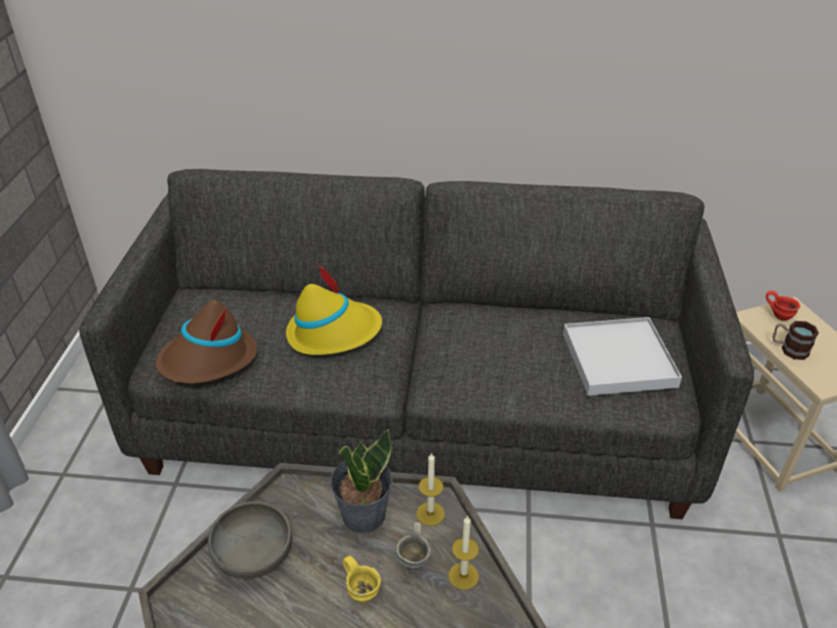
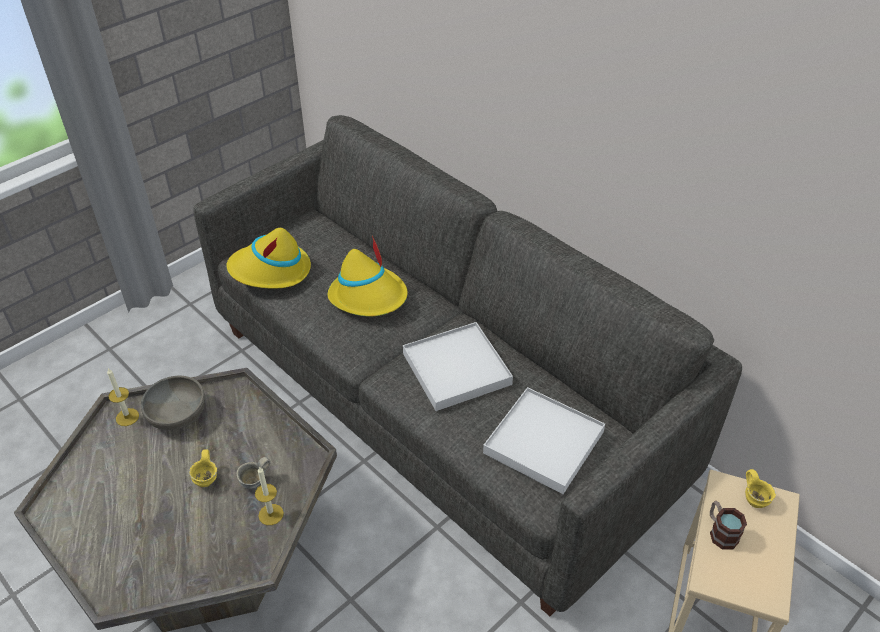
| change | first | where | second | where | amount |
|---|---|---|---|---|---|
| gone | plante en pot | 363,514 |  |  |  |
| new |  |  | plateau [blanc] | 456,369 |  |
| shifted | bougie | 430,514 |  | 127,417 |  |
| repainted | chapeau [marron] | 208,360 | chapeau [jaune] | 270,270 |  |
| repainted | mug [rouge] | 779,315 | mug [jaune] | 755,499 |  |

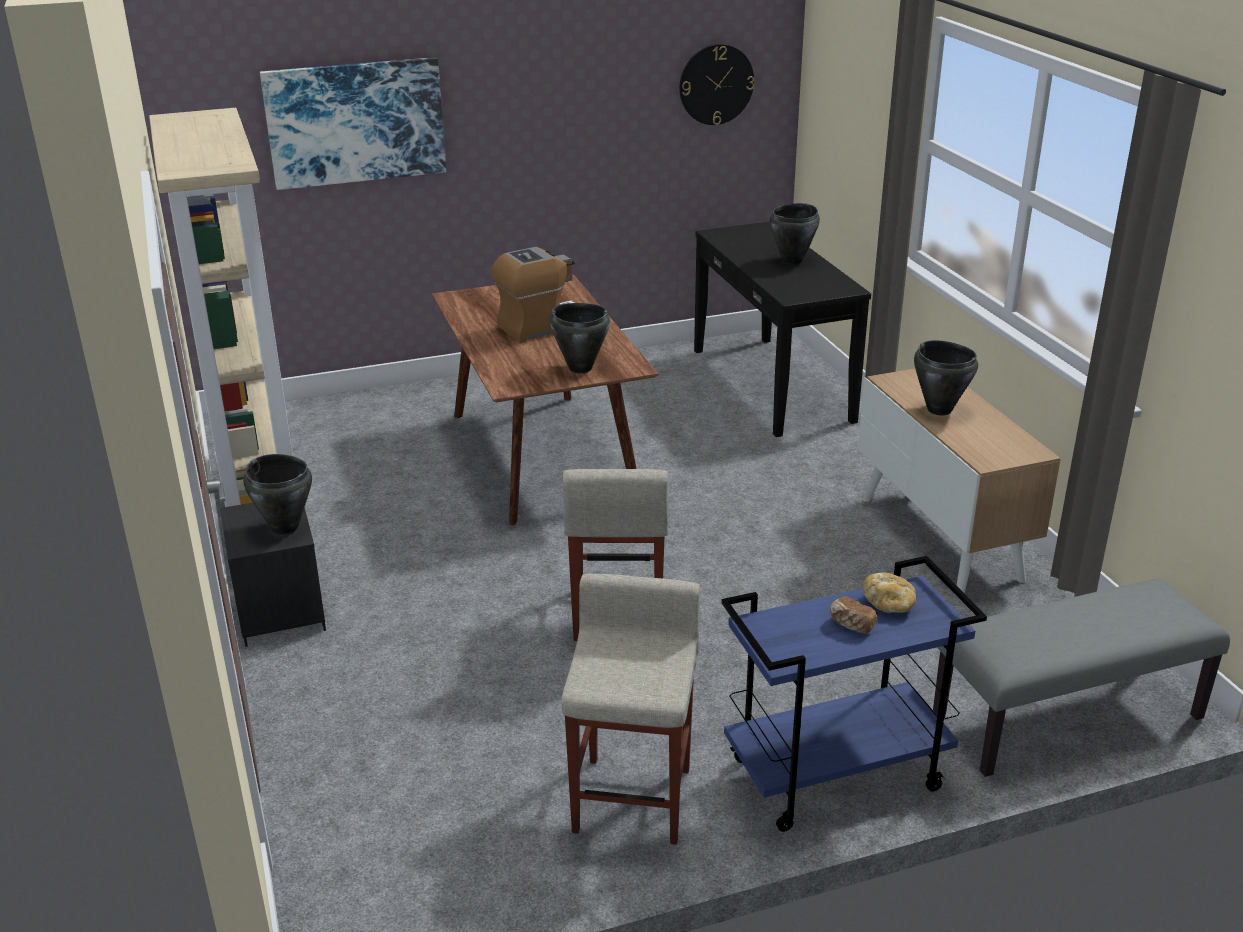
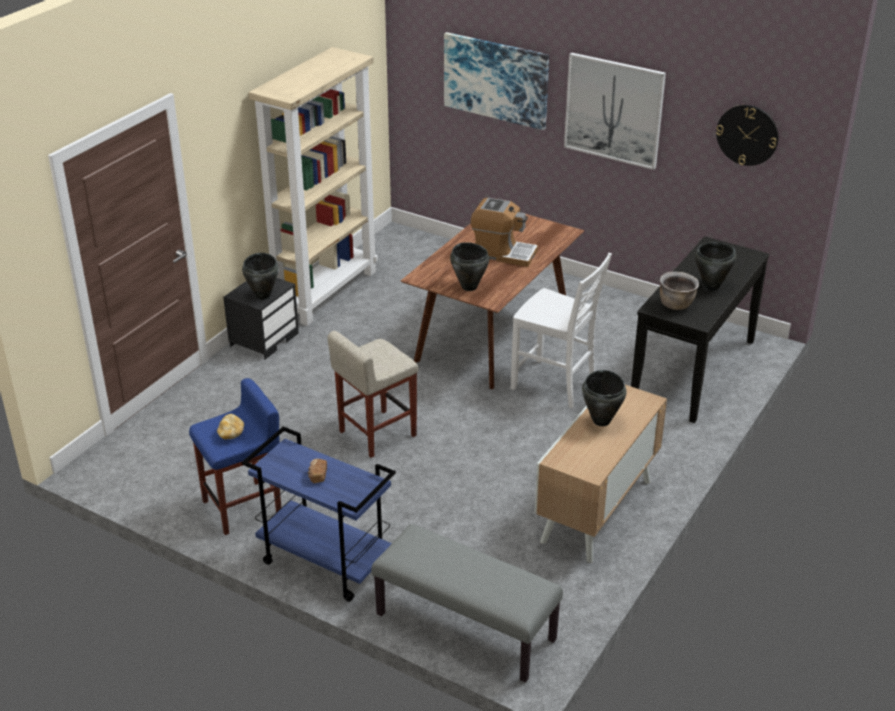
| change | first | where | second | where | amount |
|---|---|---|---|---|---|
| new |  |  | chaise [blanc] | 555,385 |  |
| new |  |  | tableau | 614,110 |  |
| new |  |  | marmite [marron] | 676,305 |  |
| shifted | pain | 889,604 |  | 231,433 |  |
| repainted | tabouret [beige] | 633,797 | tabouret [bleu] | 243,507 |  |

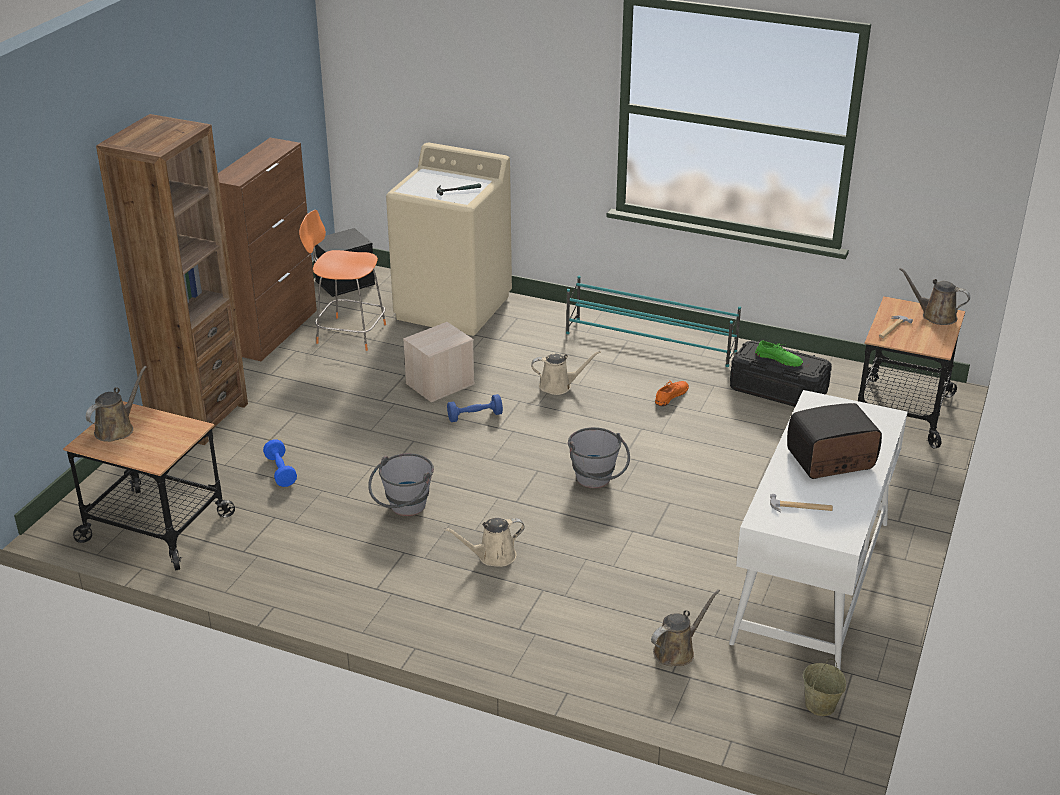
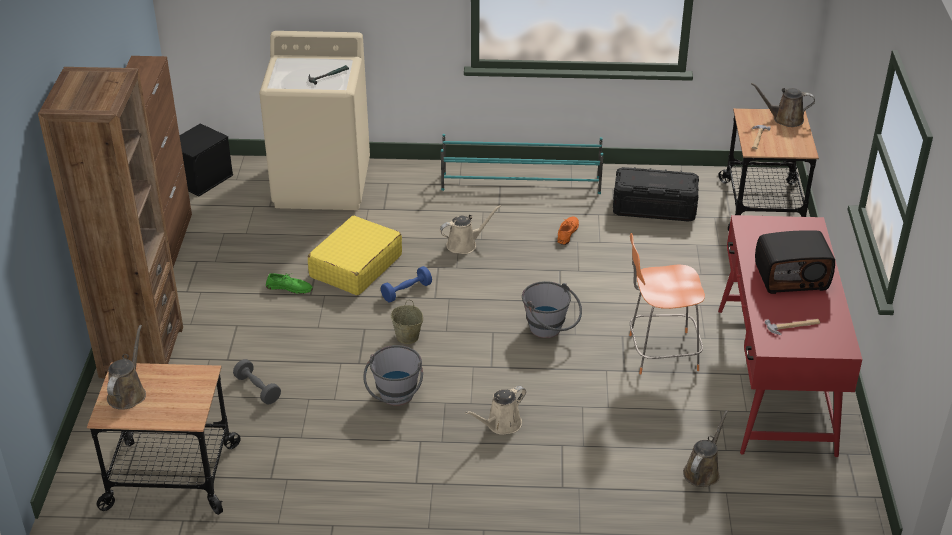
| change | first | where | second | where | amount |
|---|---|---|---|---|---|
| shifted | chaise [orange] | 348,333 |  | 660,352 |  |
| shifted | chaussure [vert] | 779,359 |  | 289,287 |  |
| shifted | seau [beige] | 820,705 |  | 408,337 |  |
| swapped | boîte de rangement [beige] | 439,384 | valise [jaune] | 355,266 |  |
| repainted | haltère [bleu] | 280,471 | haltère [gris] | 257,389 |  |
| repainted | bureau [blanc] | 811,581 | bureau [rouge] | 774,379 |  |
| rotated | radio | 830,460 |  | 791,277 | 150 degrees counterclockwise |

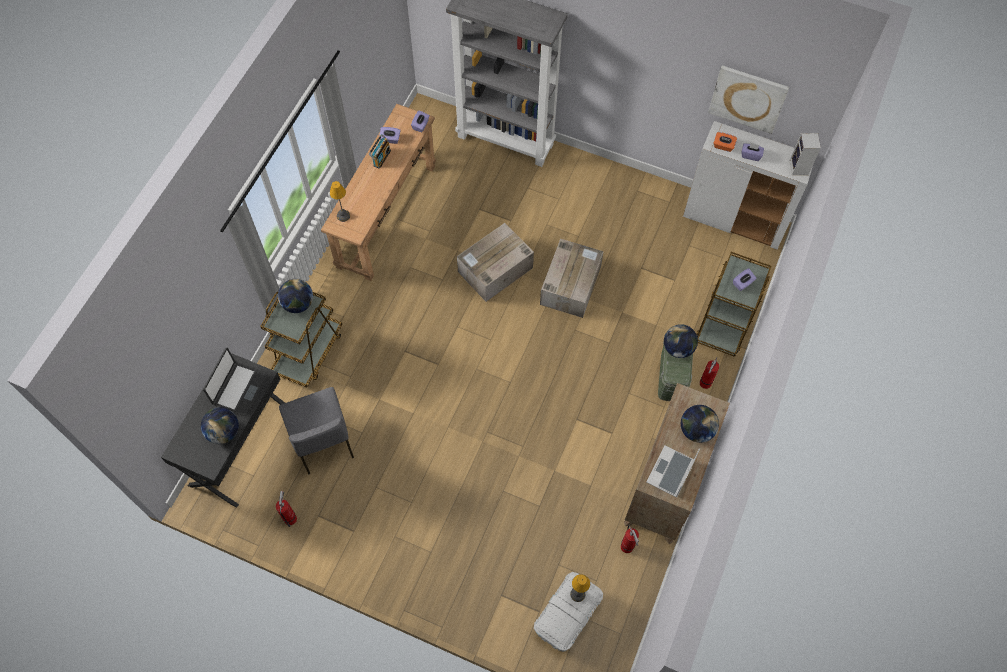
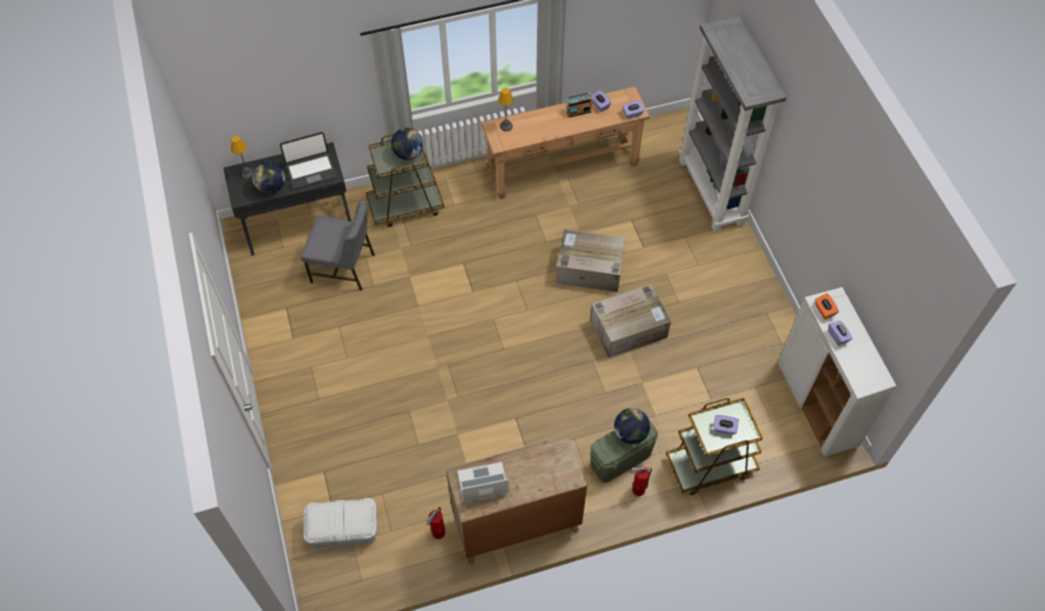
| change | first | where | second | where | amount |
|---|---|---|---|---|---|
| gone | extincteur | 290,517 |  |  |  |
| gone | globe | 696,430 |  |  |  |
| gone | tableau | 748,98 |  |  |  |
| gone | enceinte | 799,168 |  |  |  |
| shifted | lampe de table | 578,594 |  | 248,174 |  |
| rotated | chaise [gris] | 323,442 |  | 344,268 | 105 degrees counterclockwise |

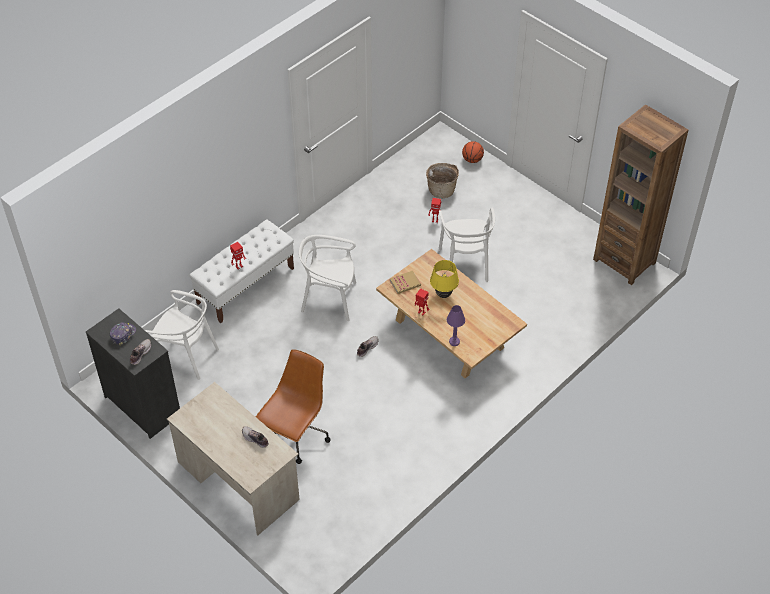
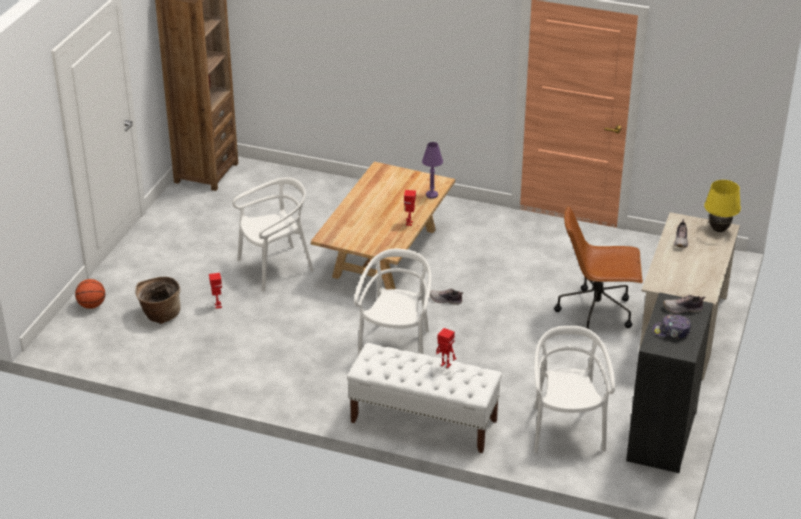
| change | first | where | second | where | amount |
|---|---|---|---|---|---|
| gone | livre | 405,283 |  |  |  |
| shifted | lampe de table [jaune] | 443,295 |  | 719,229 |  |
| rotated | chaise [blanc] | 329,299 |  | 396,347 | 150 degrees counterclockwise |

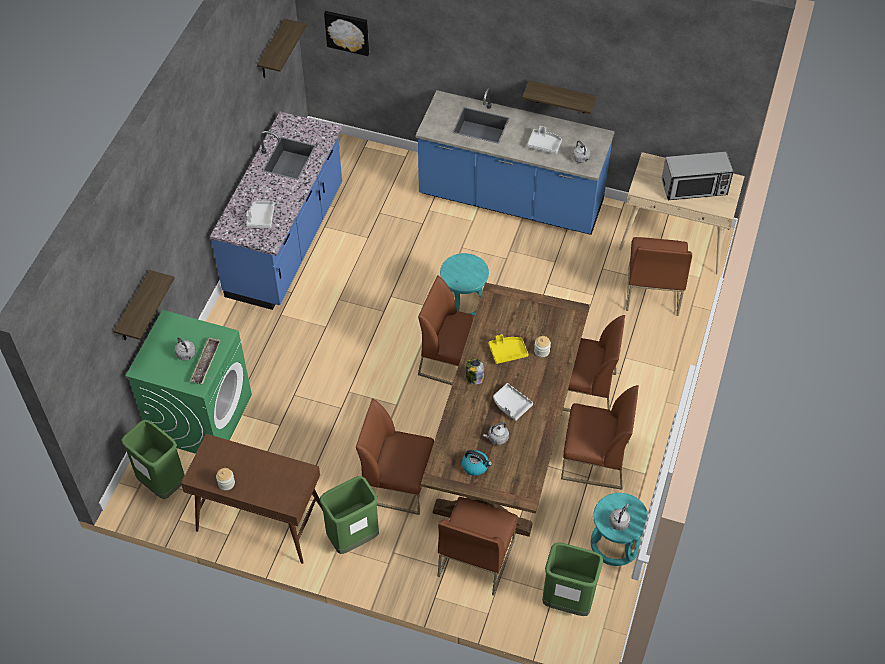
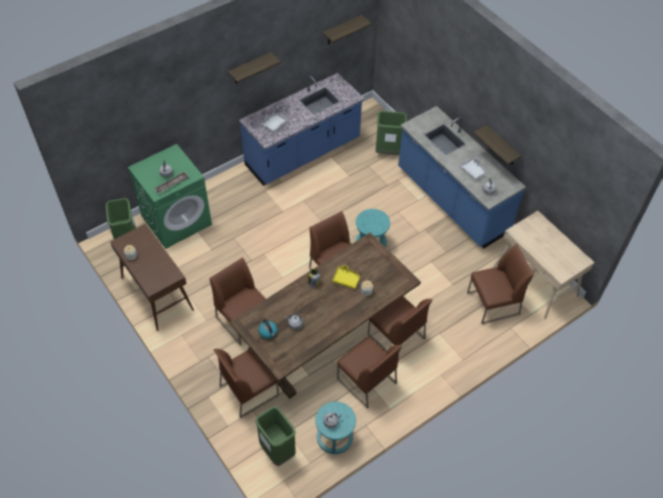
| change | first | where | second | where | amount |
|---|---|---|---|---|---|
| gone | tableau | 347,32 |  |  |  |
| gone | plateau [gris] | 511,405 |  |  |  |
| gone | micro-ondes | 694,187 |  |  |  |
| shifted | étagère | 134,309 |  | 250,68 |  |
| shifted | poubelle [vert] | 353,538 |  | 388,152 |  |
| rotated | chaise [marron] | 652,290 |  | 493,304 | 150 degrees counterclockwise |

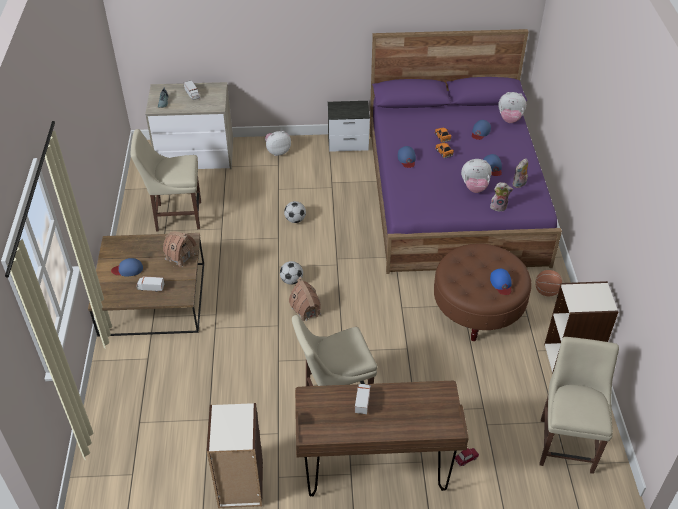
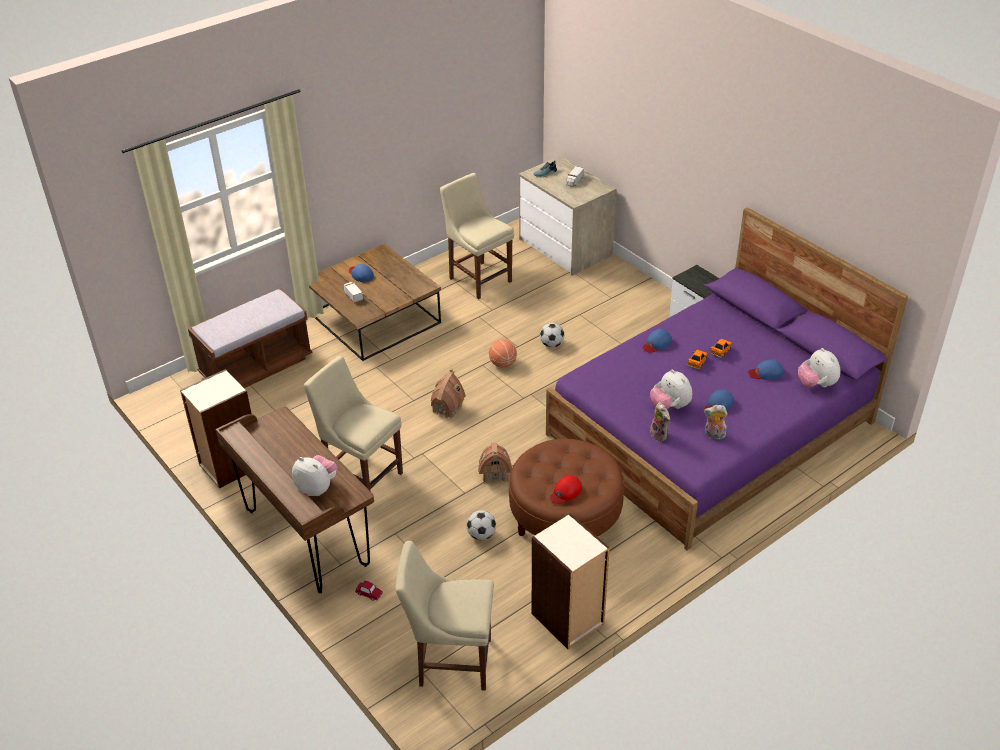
| change | first | where | second | where | amount |
|---|---|---|---|---|---|
| gone | camion jouet | 362,401 |  |  |  |
| new |  |  | banc [marron] | 256,367 |  |
| shifted | maison miniature | 180,256 |  | 495,473 |  |
| shifted | peluche | 277,151 |  | 317,488 |  |
| shifted | ballon de foot | 291,280 |  | 481,535 |  |
| shifted | ballon de basket | 546,291 |  | 503,364 |  |
| repainted | casquette [bleu] | 501,283 | casquette [rouge] | 565,492 |  |
| rotated | chaise [beige] | 566,442 |  | 451,661 | 150 degrees counterclockwise |

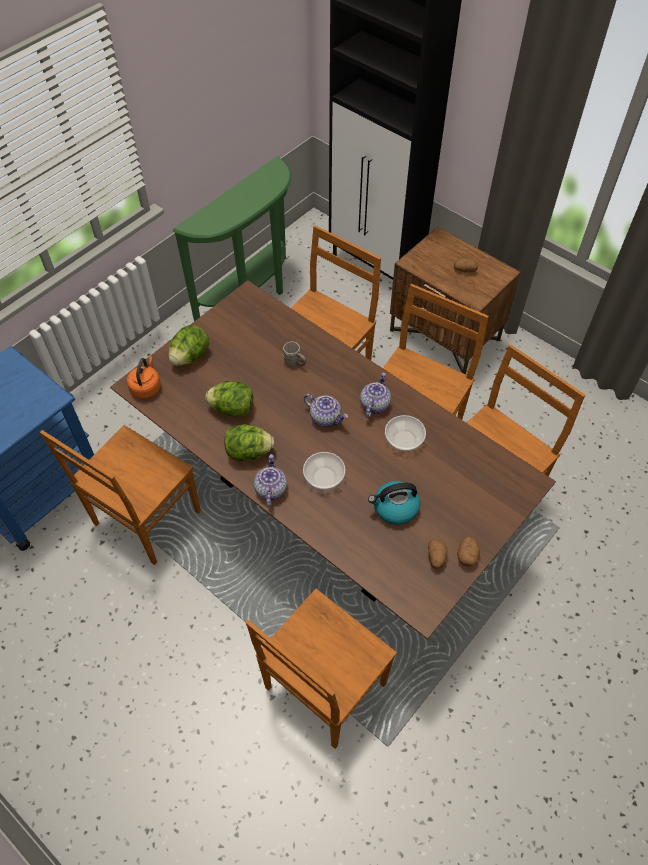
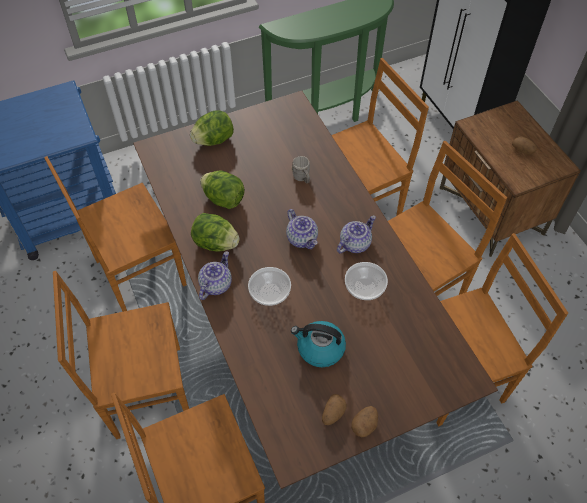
| change | first | where | second | where | amount |
|---|---|---|---|---|---|
| gone | bouilloire [orange] | 146,387 |  |  |  |
| new |  |  | chaise [marron] | 145,391 |  |

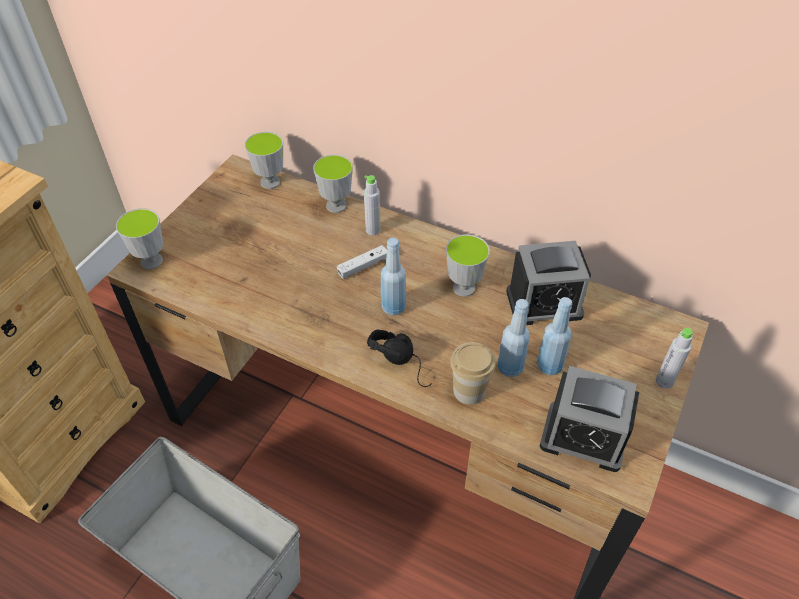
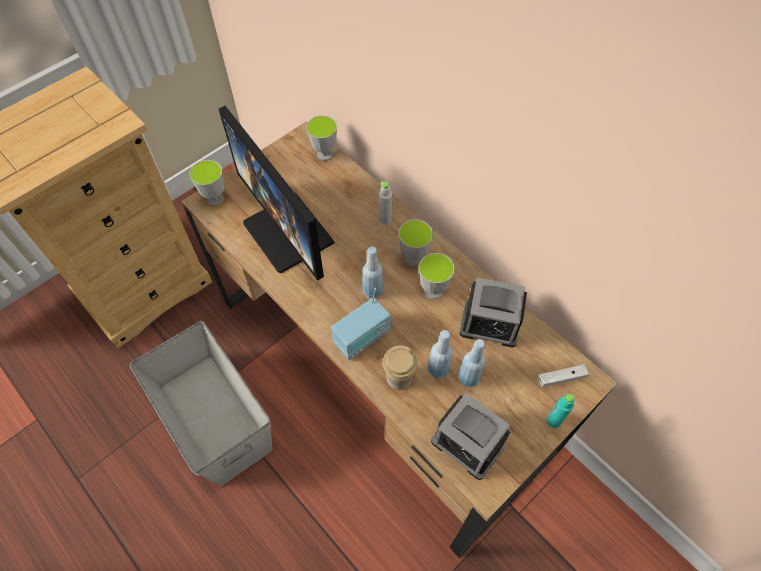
| change | first | where | second | where | amount |
|---|---|---|---|---|---|
| new |  |  | écran d'ordinateur | 289,233 |  |
| shifted | tasse | 336,206 |  | 413,258 |  |
| shifted | manette [blanc] | 363,266 |  | 561,378 |  |
| swapped | casque audio [noir] | 404,361 | radio | 362,338 |  |
| repainted | bouteille [gris] | 664,381 | bouteille [turquoise] | 553,421 |  |

